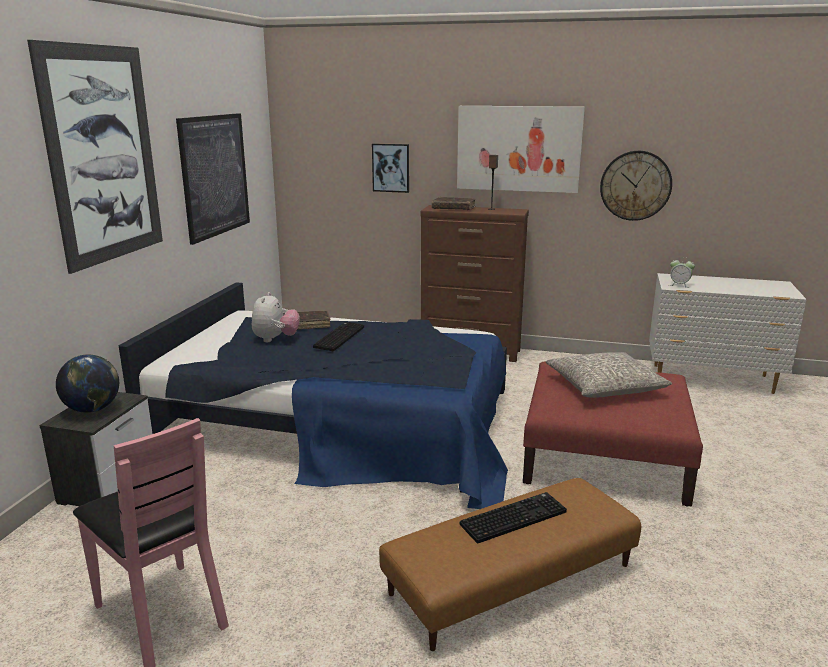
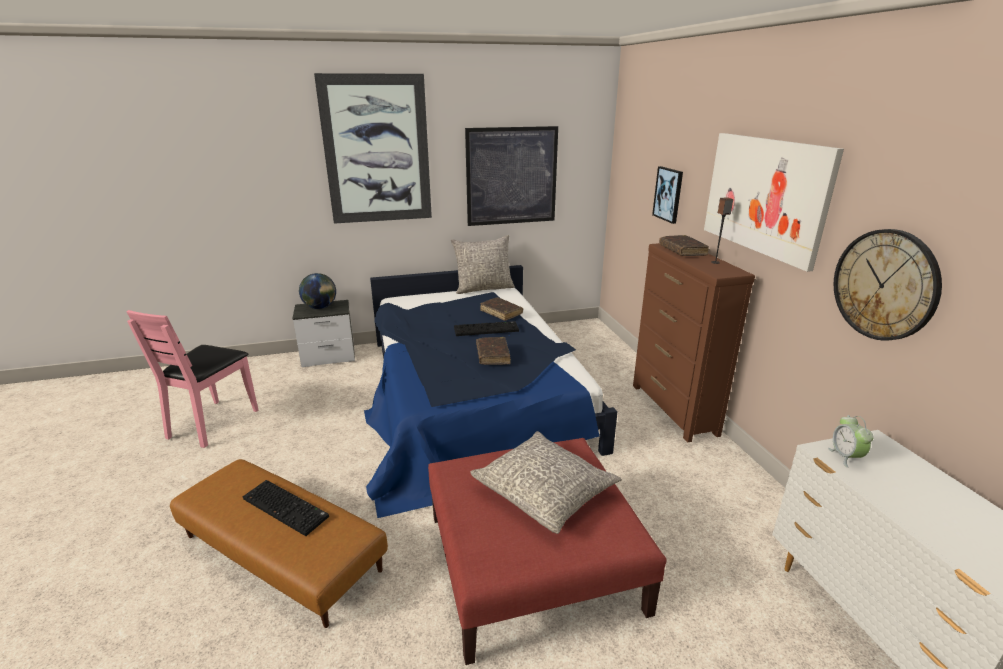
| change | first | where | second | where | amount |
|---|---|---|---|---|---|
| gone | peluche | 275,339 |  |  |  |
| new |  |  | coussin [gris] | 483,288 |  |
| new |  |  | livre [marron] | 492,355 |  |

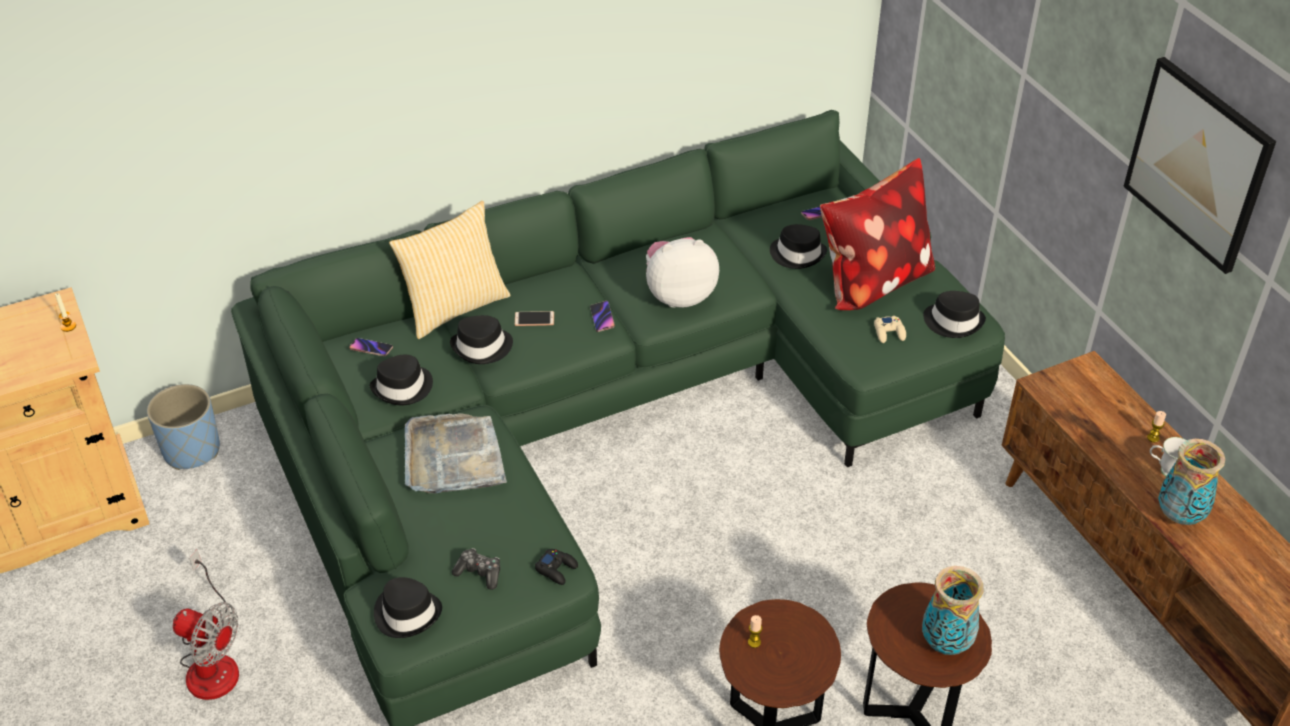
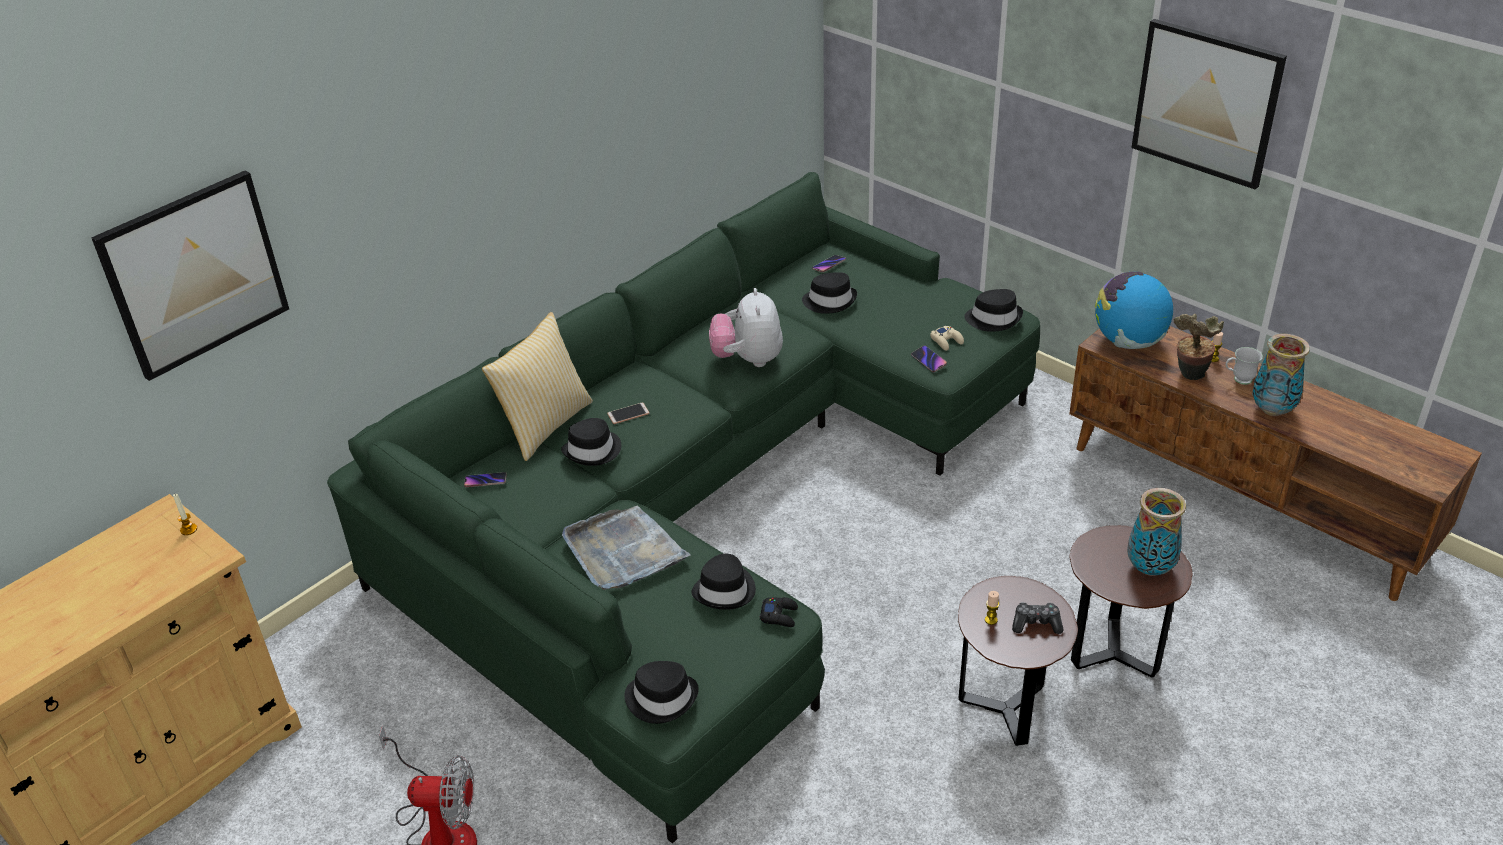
| change | first | where | second | where | amount |
|---|---|---|---|---|---|
| gone | cache-pot [bleu] | 192,450 |  |  |  |
| gone | coussin | 872,281 |  |  |  |
| new |  |  | tableau | 194,274 |  |
| new |  |  | globe | 1128,342 |  |
| new |  |  | plante en pot | 1189,375 |  |
| shifted | chapeau [noir] | 403,388 |  | 725,590 |  |
| shifted | manette | 479,573 |  | 1036,623 |  |
| shifted | téléphone | 602,318 |  | 929,360 |  |
| rotated | peluche | 679,295 |  | 748,359 | 60 degrees counterclockwise |

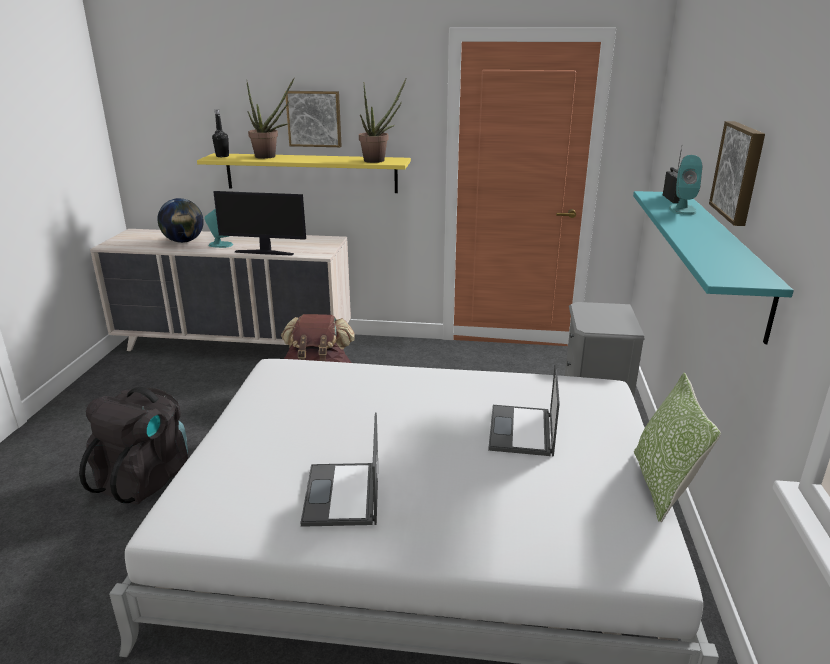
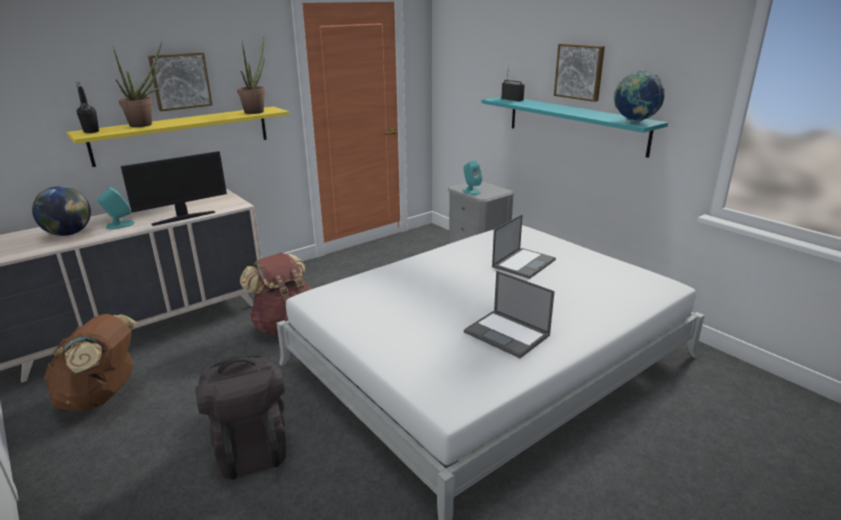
| change | first | where | second | where | amount |
|---|---|---|---|---|---|
| gone | coussin | 662,486 |  |  |  |
| new |  |  | sac à dos [marron] | 102,396 |  |
| new |  |  | globe | 635,121 |  |
| shifted | enceinte [turquoise] | 682,210 |  | 471,191 |  |
| rotated | ordinateur portable | 522,431 |  | 524,263 | 105 degrees counterclockwise |

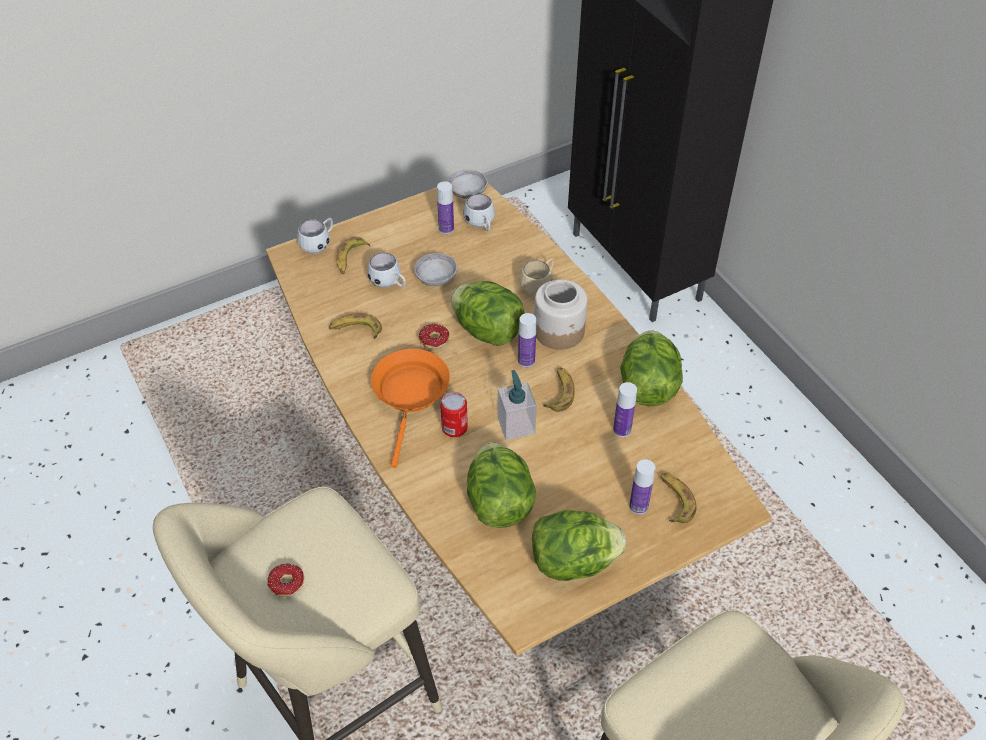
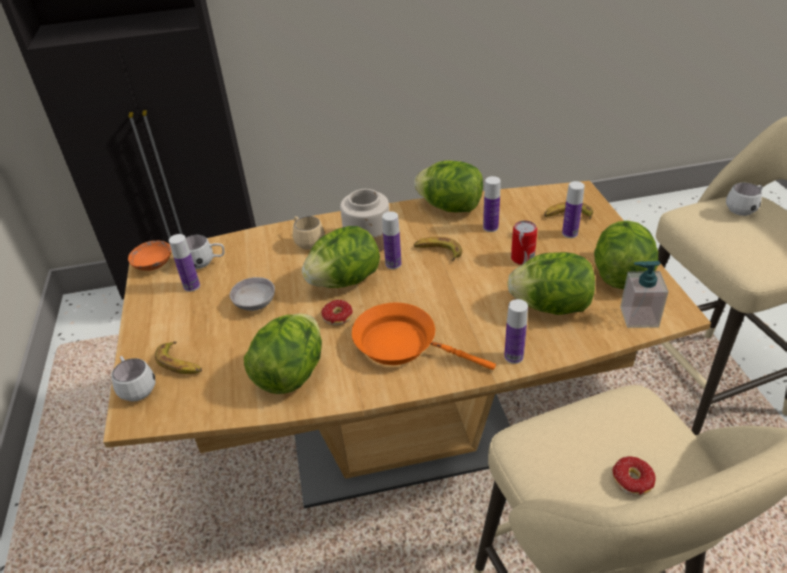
| change | first | where | second | where | amount |
|---|---|---|---|---|---|
| new |  |  | bouteille | 513,356 |  |
| shifted | mug [blanc] | 389,284 |  | 743,209 |  |
| shifted | boîte métallique | 454,427 |  | 522,258 |  |
| shifted | distributeur de savon | 516,425 |  | 638,317 |  |
| swapped | banane | 356,330 | laitue | 290,374 |  |
| repainted | bol [gris] | 467,193 | bol [orange] | 153,265 |  |

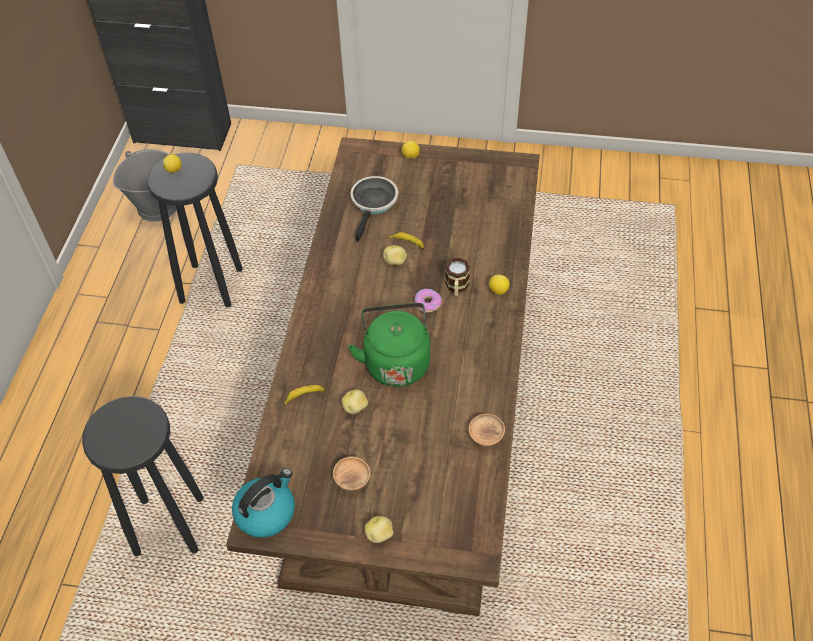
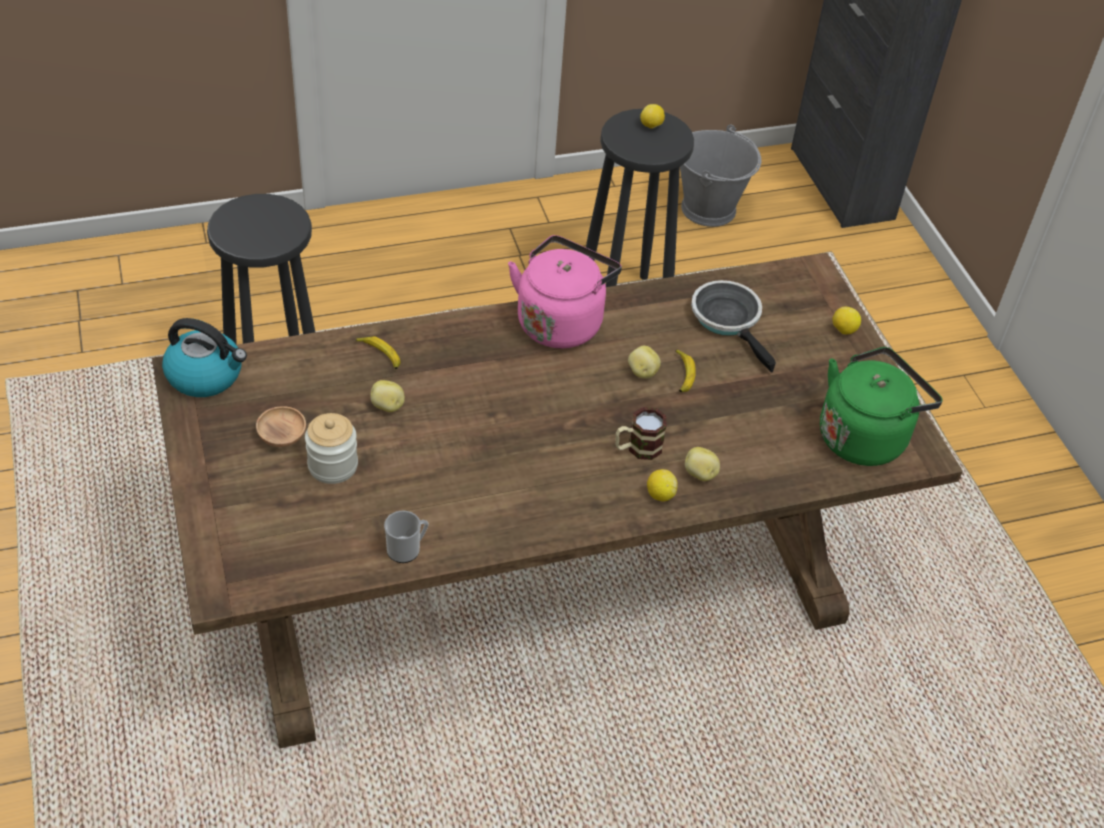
| change | first | where | second | where | amount |
|---|---|---|---|---|---|
| gone | beignet | 427,303 |  |  |  |
| new |  |  | bocal | 333,466 |  |
| new |  |  | bouilloire [rose] | 561,321 |  |
| shifted | bouilloire [vert] | 396,361 |  | 865,436 |  |
| shifted | pomme de terre | 380,535 |  | 700,474 |  |
| swapped | bol [marron] | 486,435 | mug | 407,549 |  |
| rotated | poêle | 374,204 |  | 729,320 | 105 degrees counterclockwise |

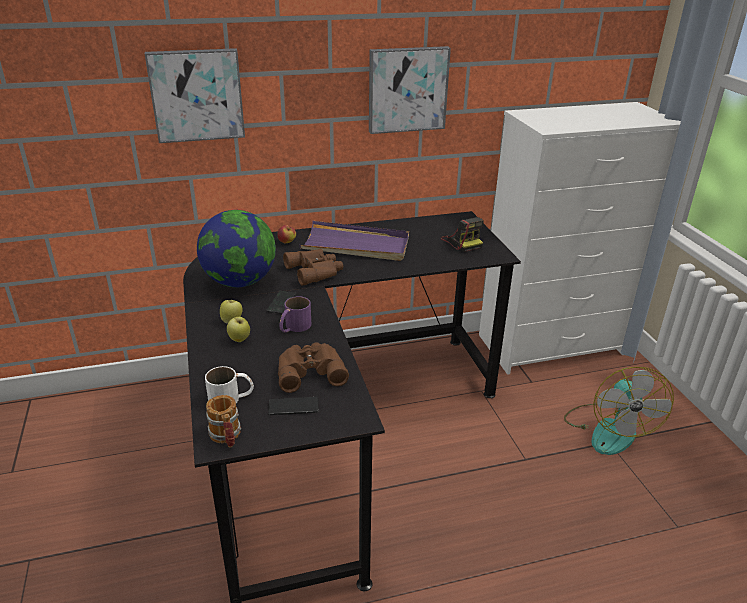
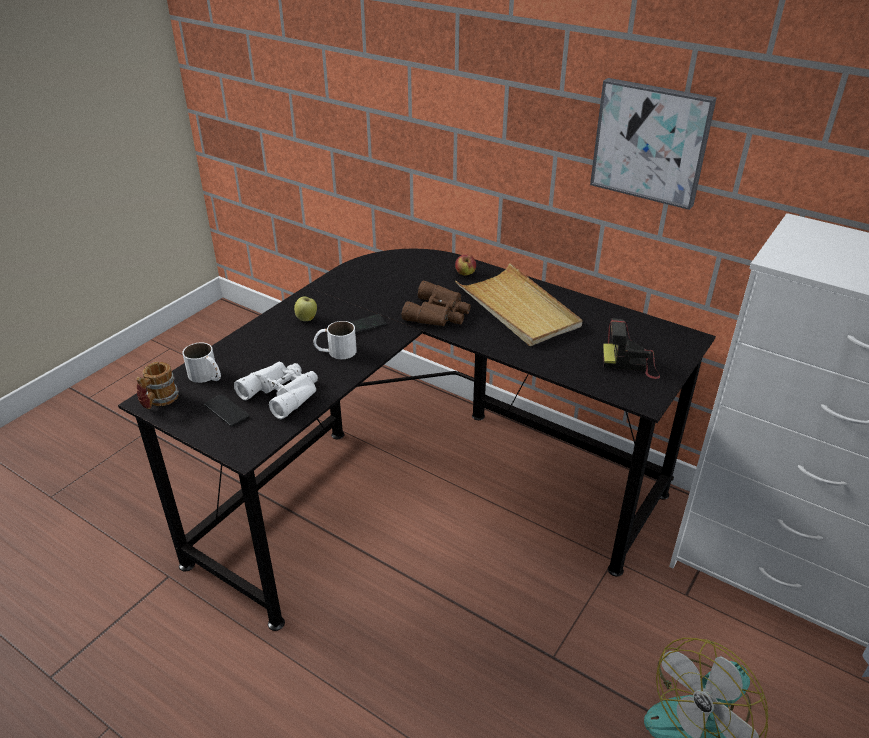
| change | first | where | second | where | amount |
|---|---|---|---|---|---|
| gone | tableau | 196,95 |  |  |  |
| gone | globe | 240,282 |  |  |  |
| gone | pomme | 239,340 |  |  |  |
| repainted | jumelles [marron] | 309,370 | jumelles [blanc] | 283,392 |  |
| repainted | mug [violet] | 294,327 | mug [blanc] | 335,351 |  |
| repainted | plateau [violet] | 356,245 | plateau [beige] | 518,308 |  |
| rotated | appareil photo | 462,242 |  | 631,362 | 75 degrees clockwise |

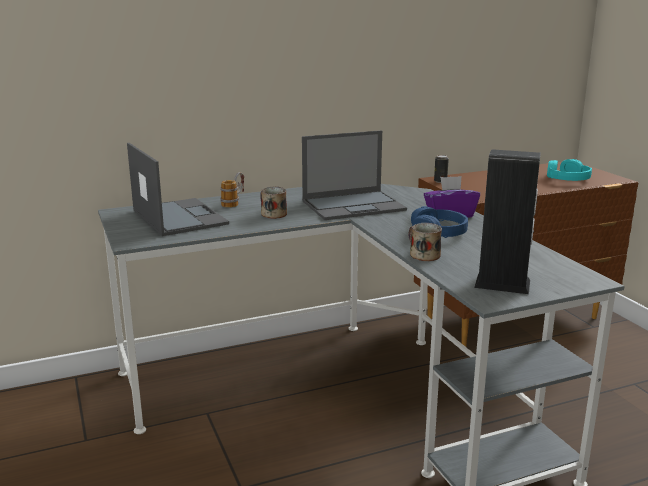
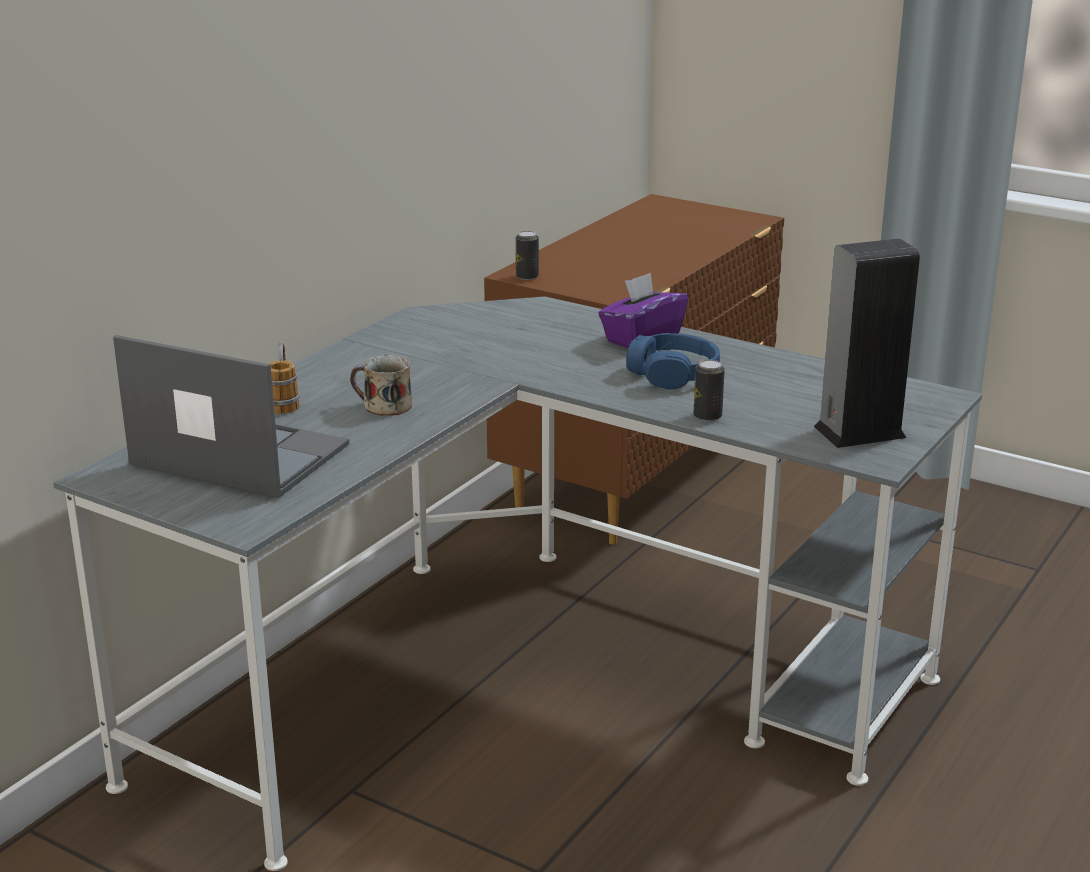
| change | first | where | second | where | amount |
|---|---|---|---|---|---|
| gone | ordinateur portable | 354,205 |  |  |  |
| gone | casque audio [turquoise] | 567,179 |  |  |  |
| swapped | mug | 423,255 | boîte métallique | 707,416 |  |

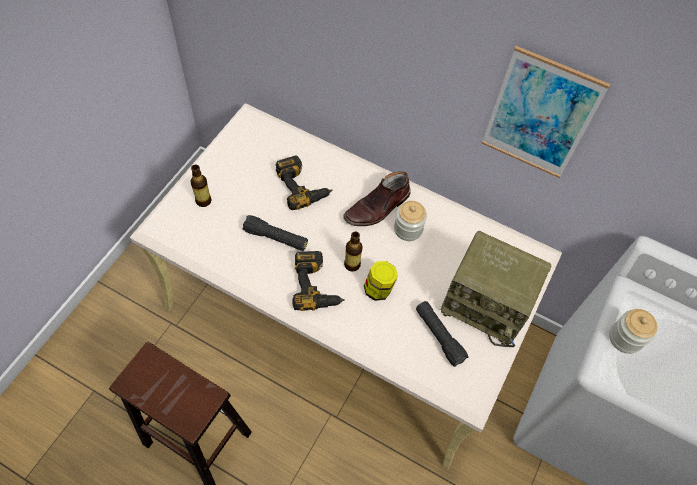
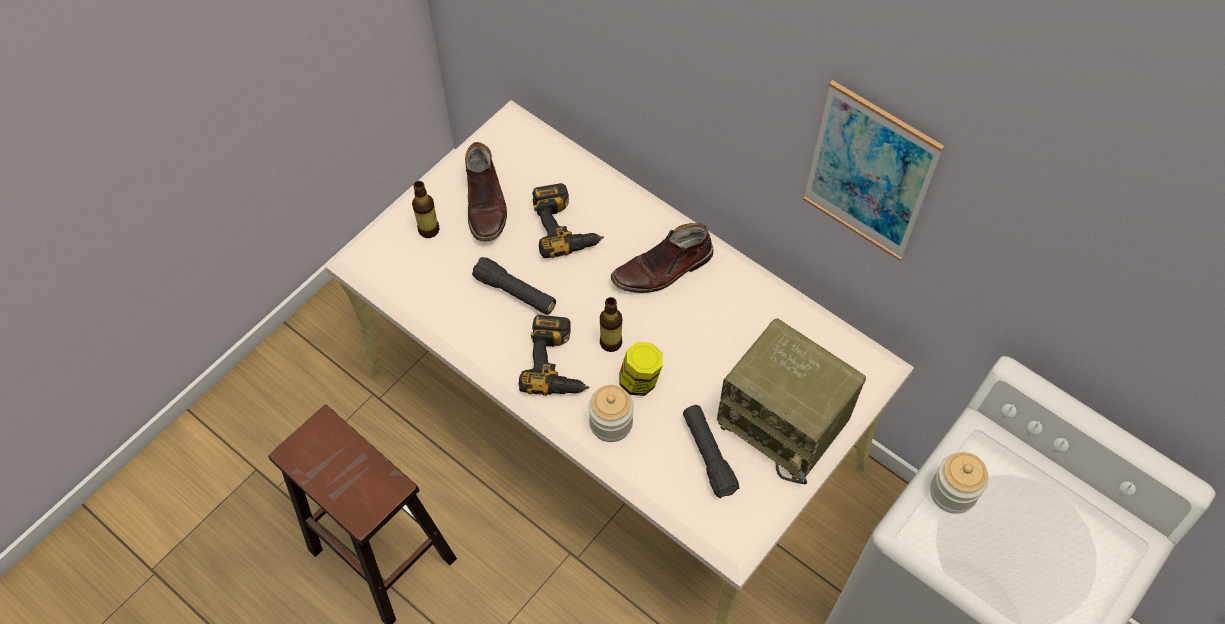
| change | first | where | second | where | amount |
|---|---|---|---|---|---|
| new |  |  | botte [marron] | 486,203 |  |
| shifted | bocal | 408,229 |  | 611,423 |  |

